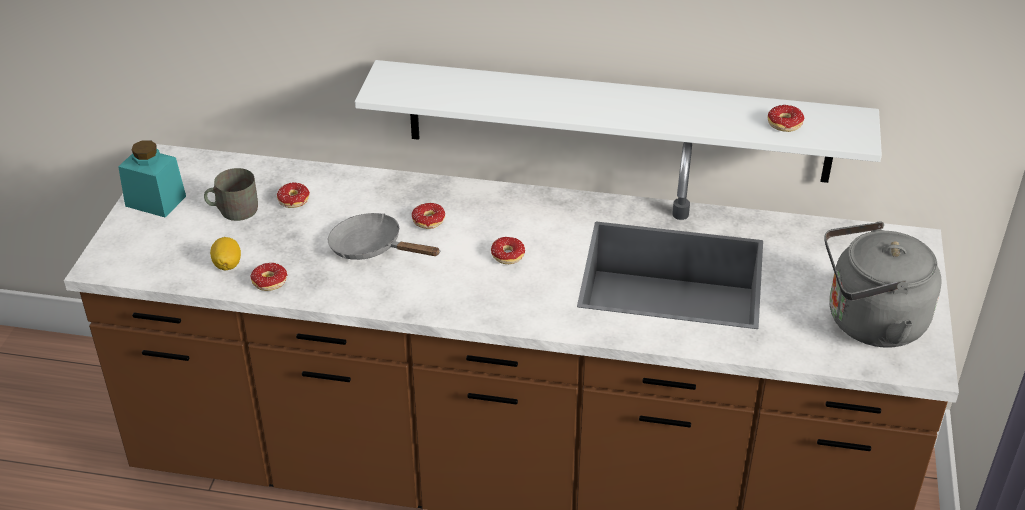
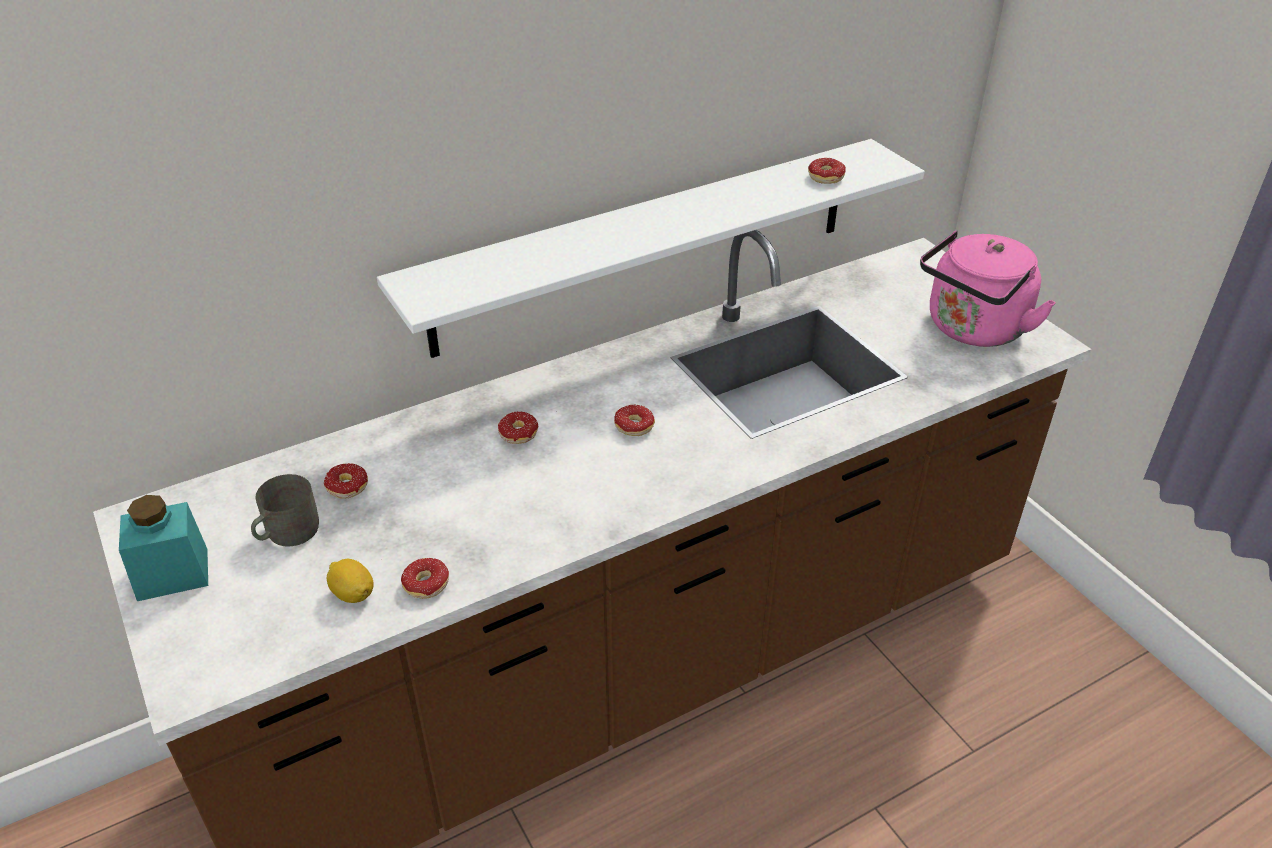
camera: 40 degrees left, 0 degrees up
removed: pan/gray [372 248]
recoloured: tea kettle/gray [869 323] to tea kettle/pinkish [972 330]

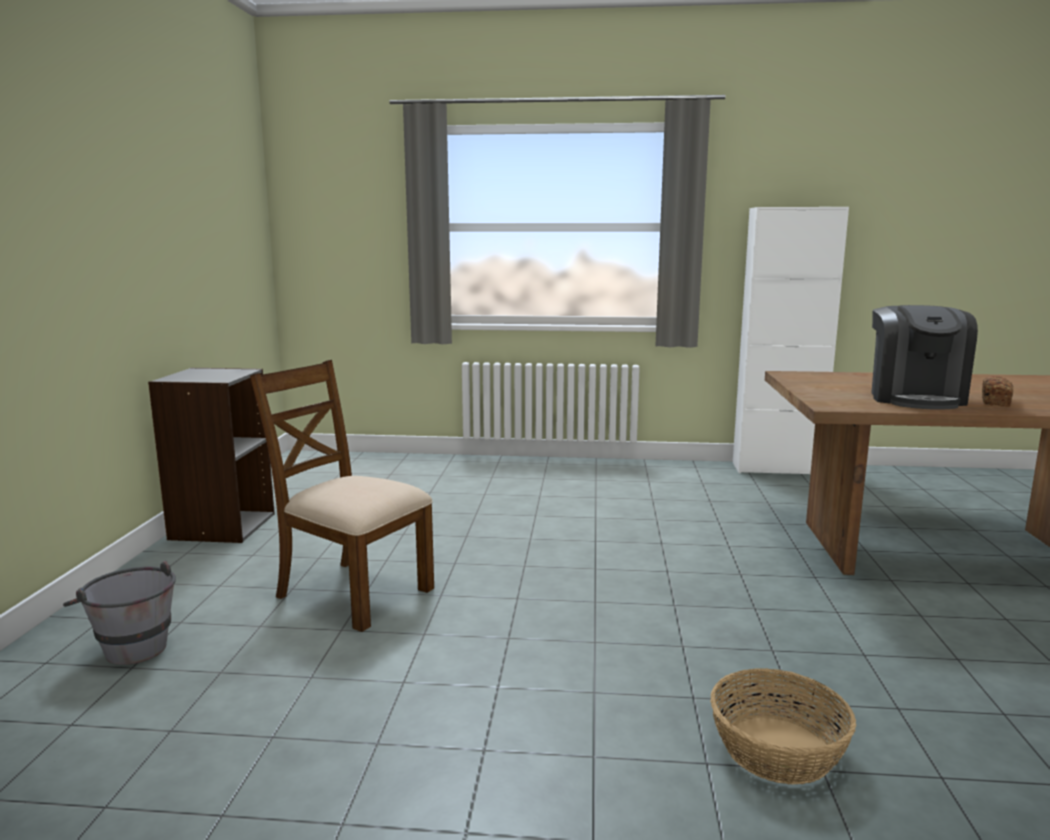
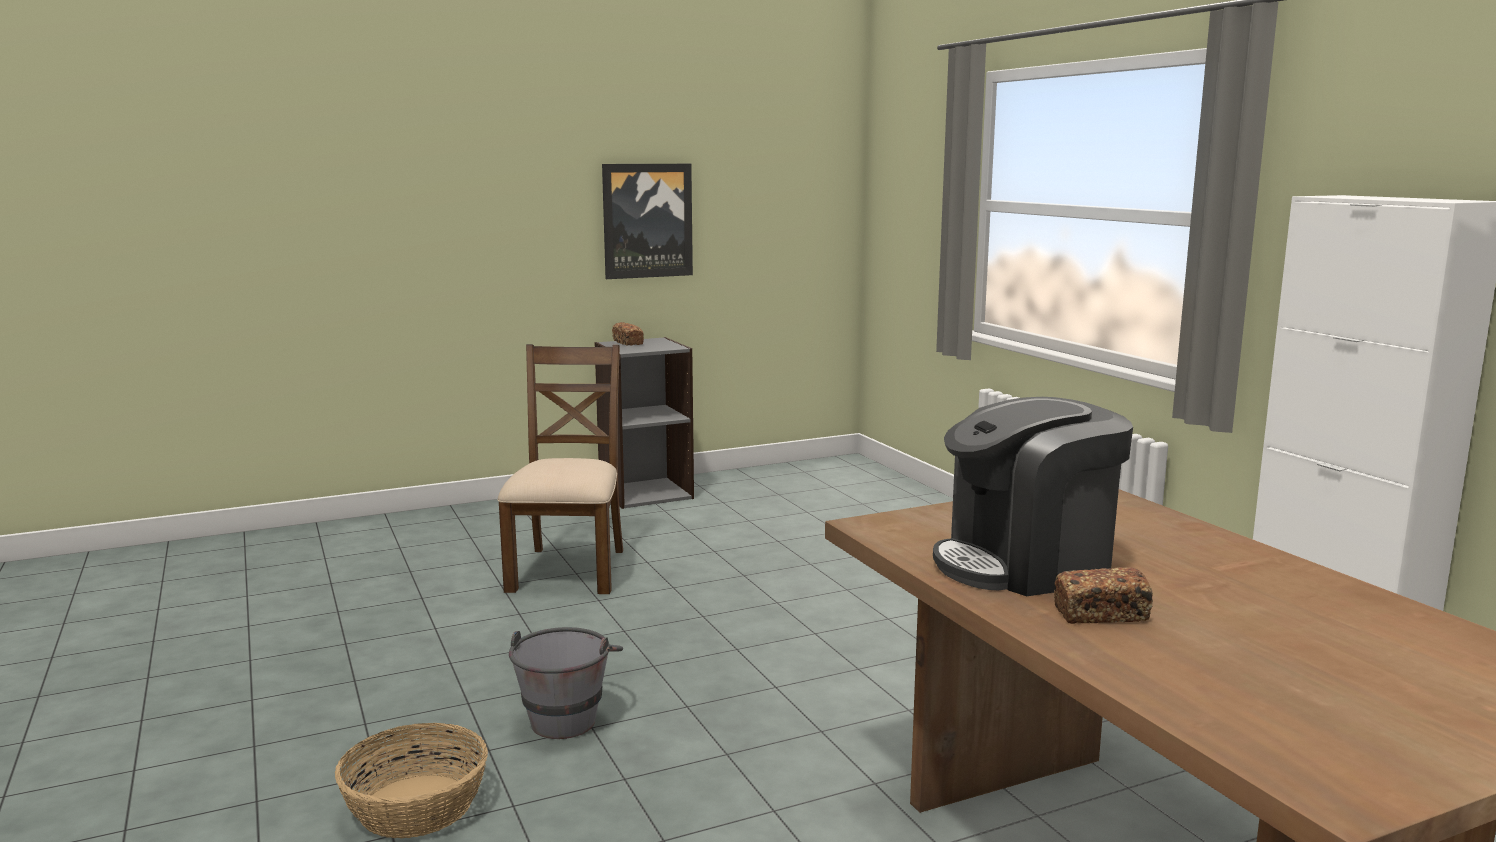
camera: 60 degrees right, 0 degrees up
added: wall art [647 220]; bread [628 343]
moved: pail/gray [130 646] to [567 715]

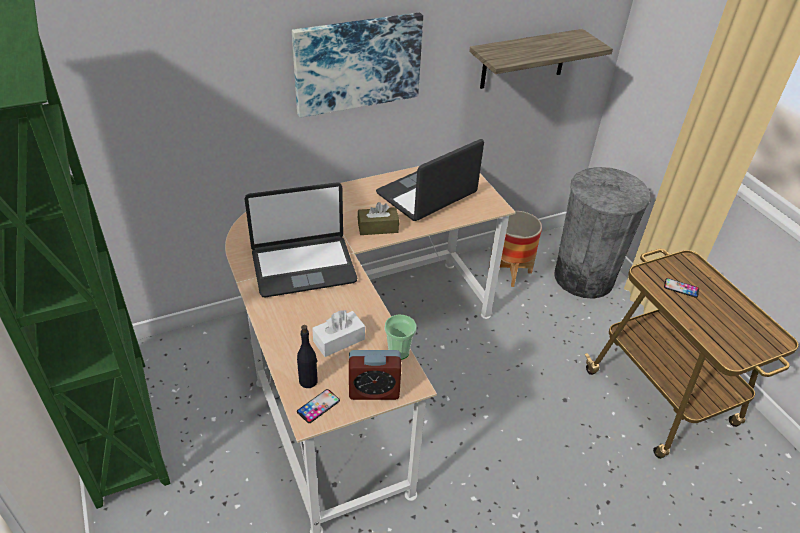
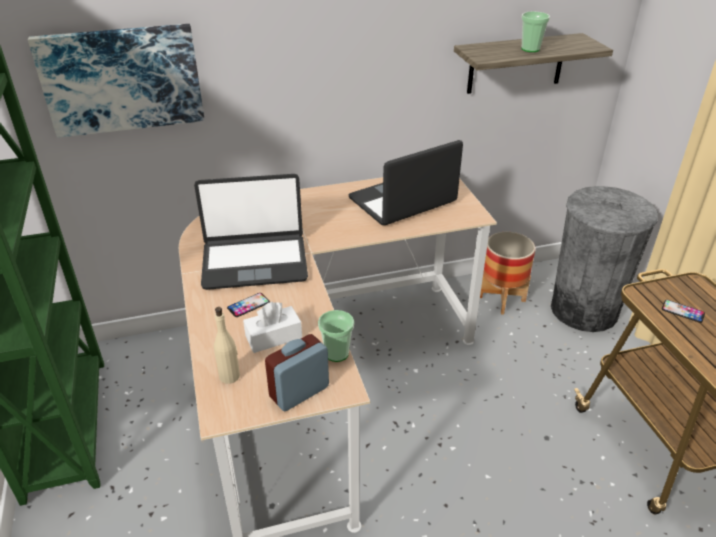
camera: 10 degrees right, 5 degrees down
removed: tissue box/brown [378 227]
added: drinking cup [530 49]
moved: wall art [357 63] to [122 79]; handset [318 406] to [248 305]
recoloured: beverage bottle/black-coloured [308 381] to beverage bottle/beige [230 376]
turned: alarm clock [374 391] = [299 392] 135 degrees clockwise

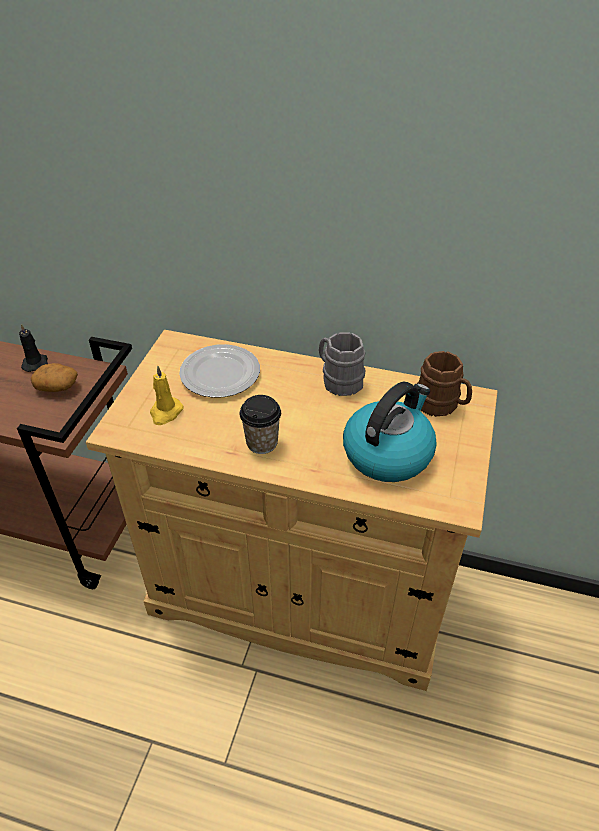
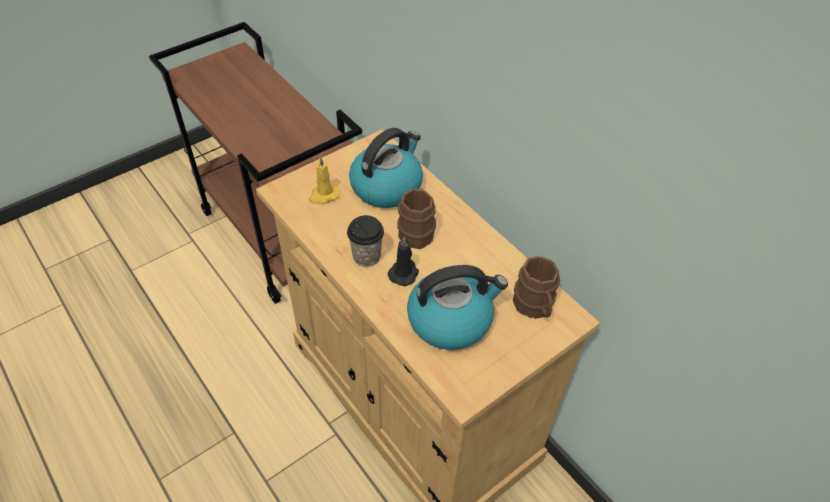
camera: 35 degrees right, 5 degrees up
removed: potato [58 386]; coffee mug/gray [338 380]
added: coffee mug/brown [417 230]
moved: wax candle/black-coloured [35 363] to [404 273]
replaced: flat dish [219 374] to tea kettle [387 186]

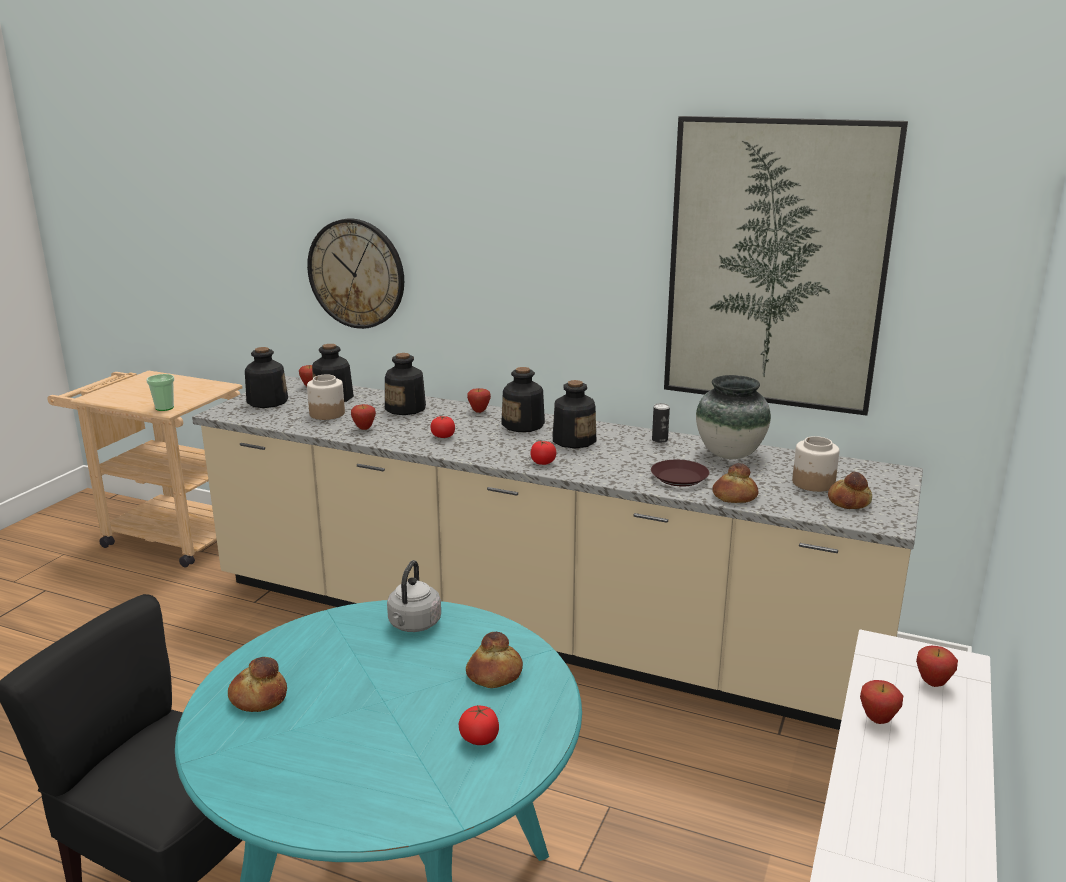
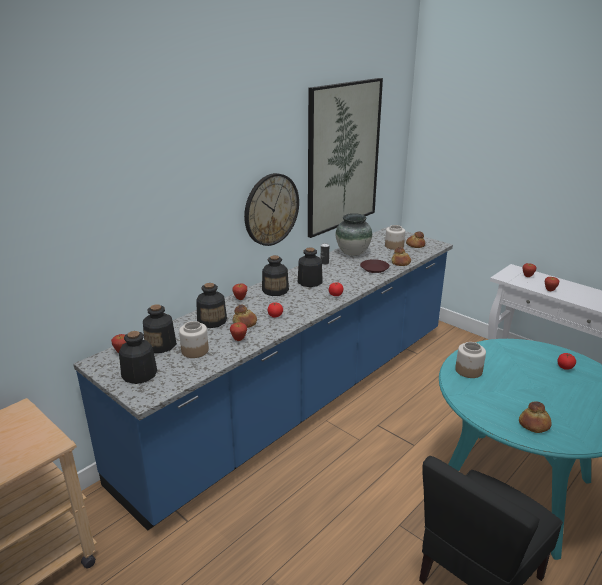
camera: 70 degrees left, 5 degrees up
removed: drinking cup [164 408]
moved: bread [495 674] to [245 323]; wall clock [356 273] to [271 209]
replaced: tea kettle/gray [413 625] to jar [469 370]
recoloured: kitchen base unit/beige [533 628] to kitchen base unit/blue [301 398]

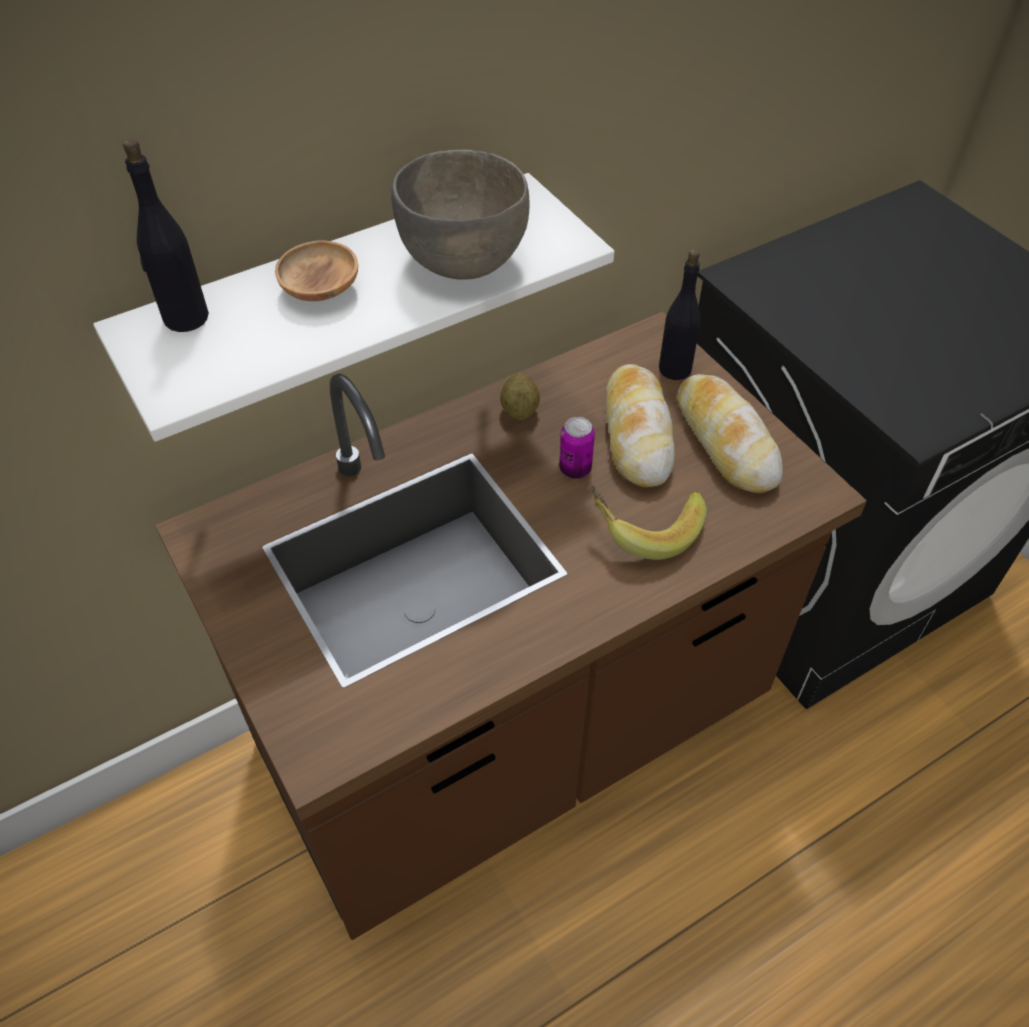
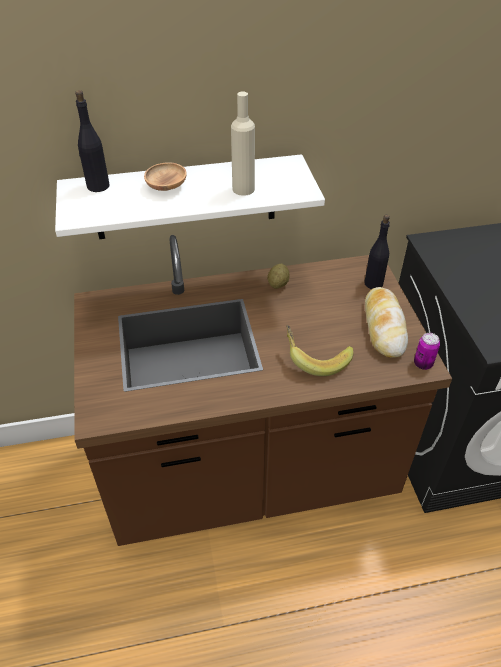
camera: 20 degrees right, 5 degrees down
removed: bread [637 433]
moved: metal can [575 469] to [423 364]
replaced: bowl/gray [464 263] to beverage bottle/beige [243 189]

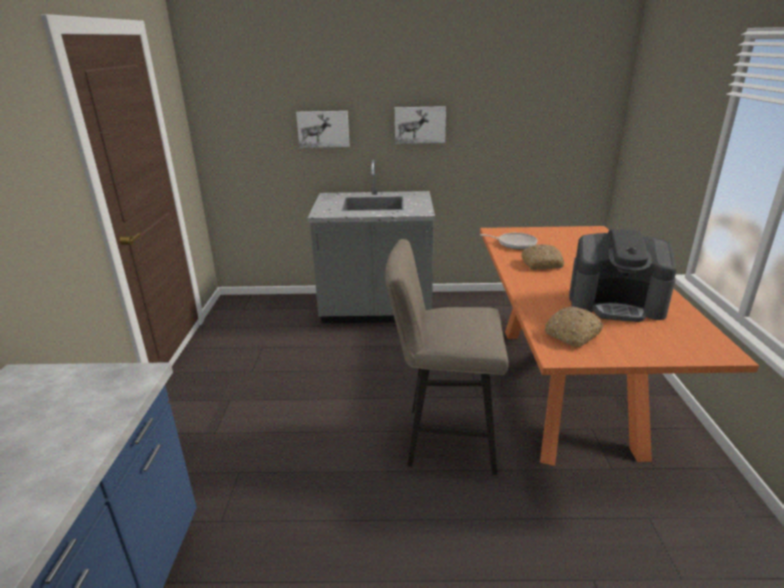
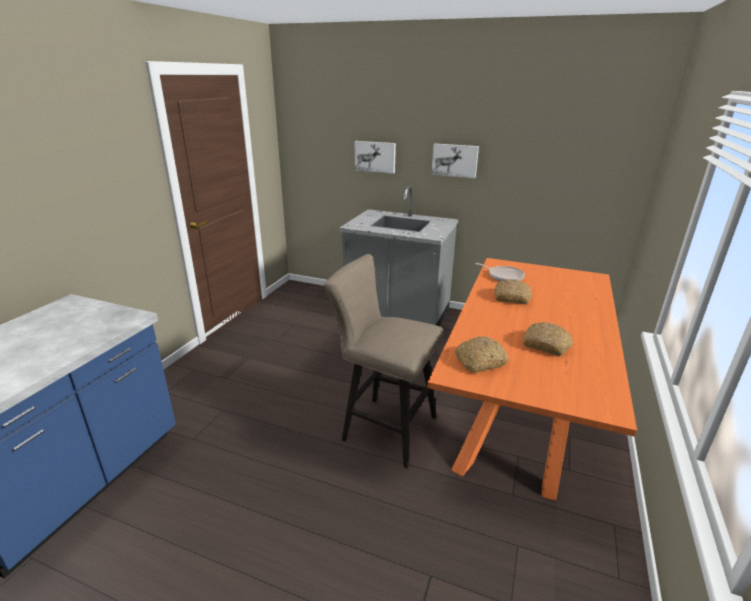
camera: 20 degrees right, 0 degrees up
replaced: coffee machine [616 304] to bread [547 345]

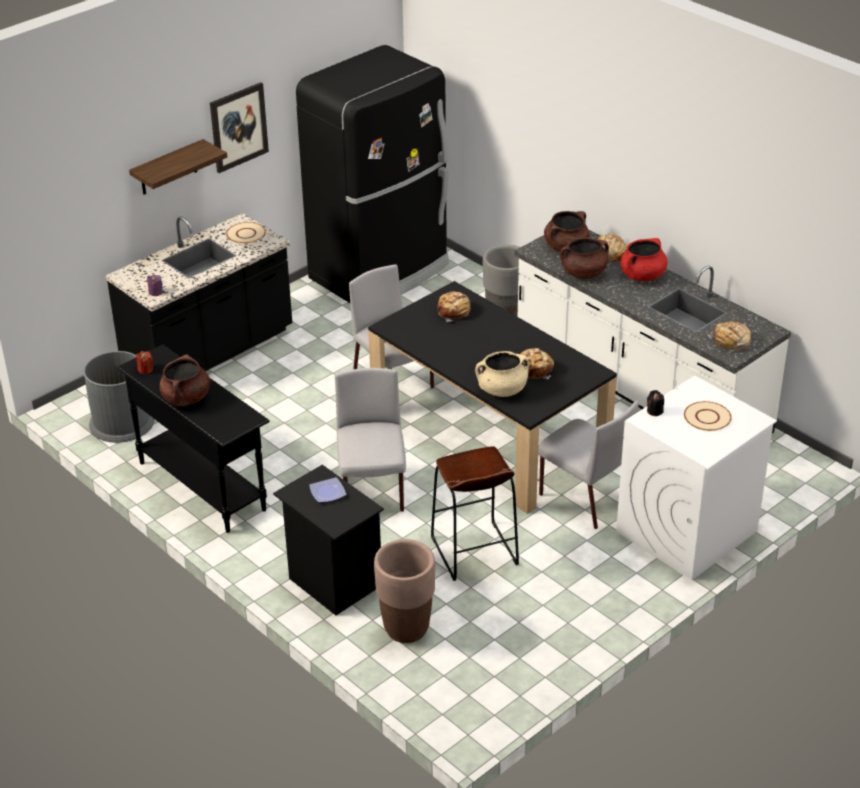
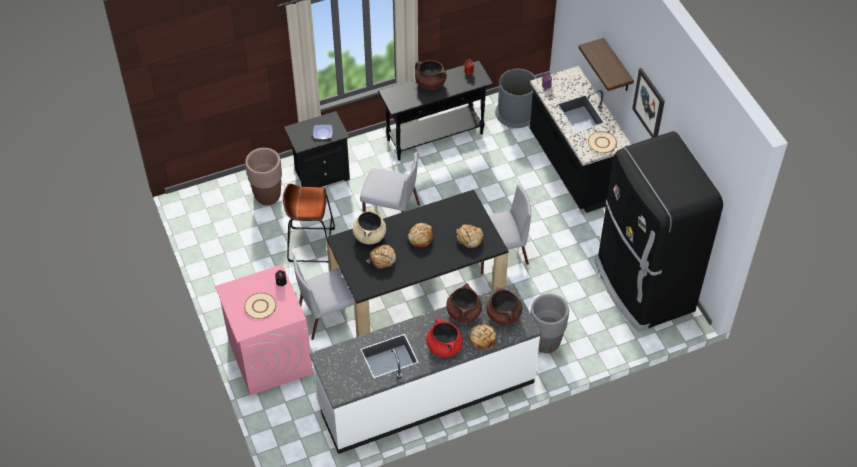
camera: 110 degrees right, 15 degrees up
moved: bread [731 342] to [420 237]
recoloured: laundry appliance/white [686 532] to laundry appliance/pinkish [270 356]

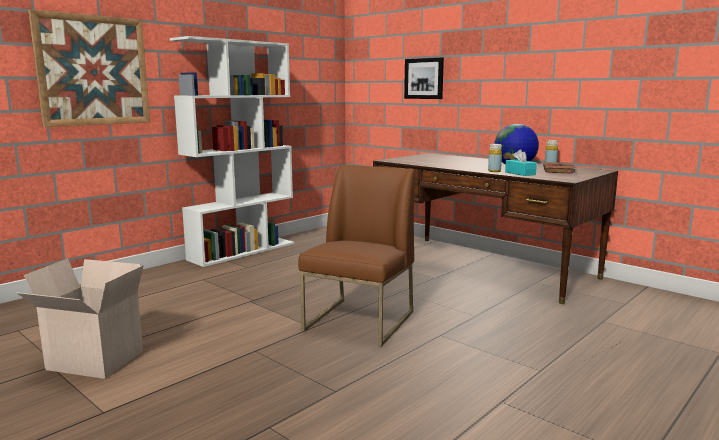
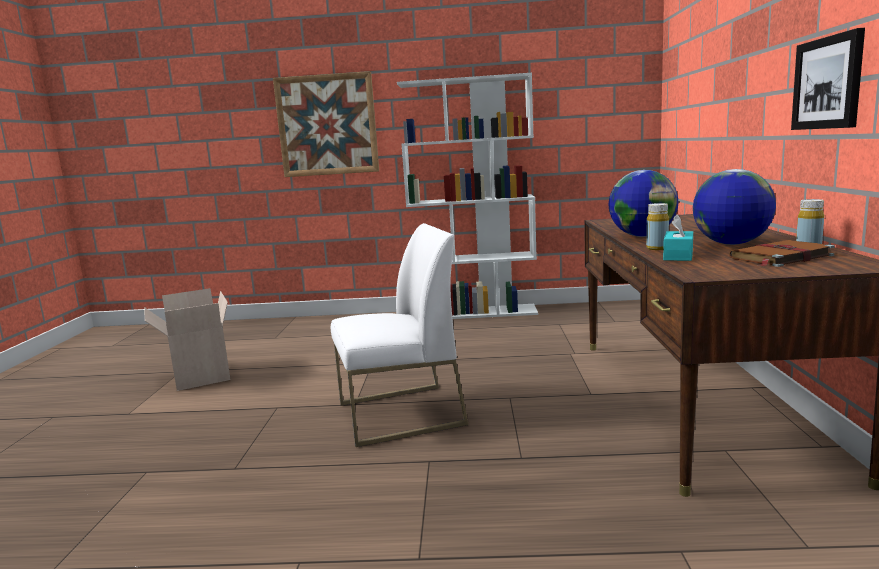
camera: 50 degrees right, 0 degrees up
added: desk globe [642 236]
moved: wall art [424 78] to [828 83]
recoloured: plain chair/brown [360 321] to plain chair/white [400 414]

